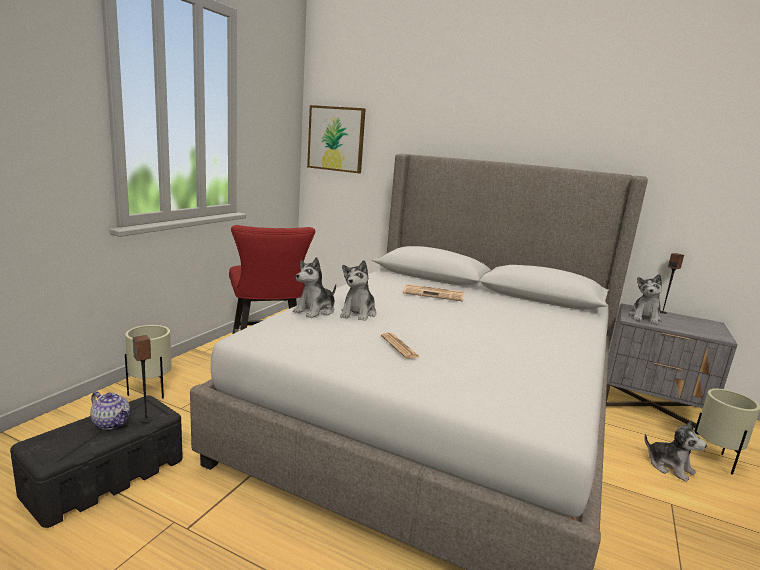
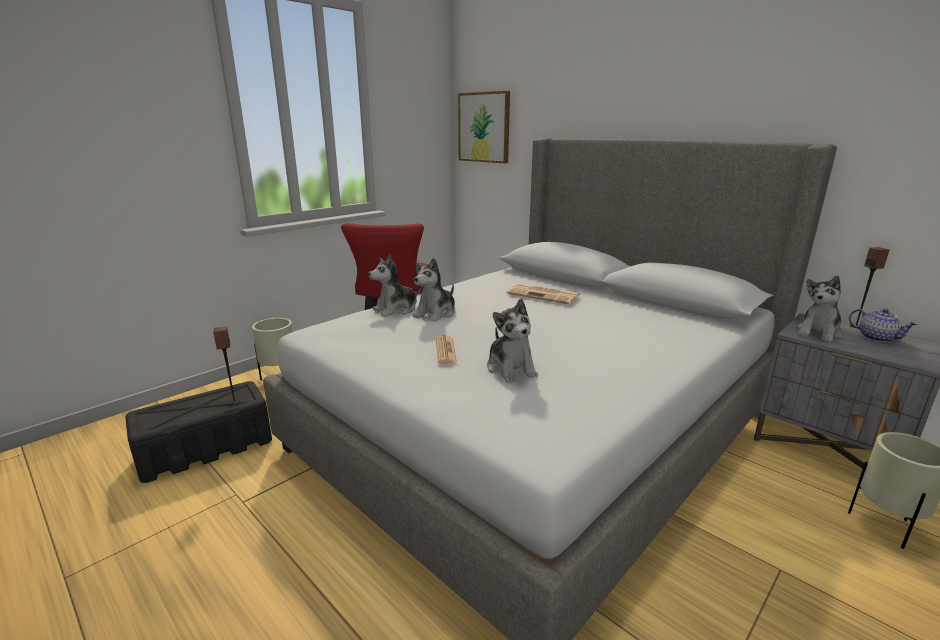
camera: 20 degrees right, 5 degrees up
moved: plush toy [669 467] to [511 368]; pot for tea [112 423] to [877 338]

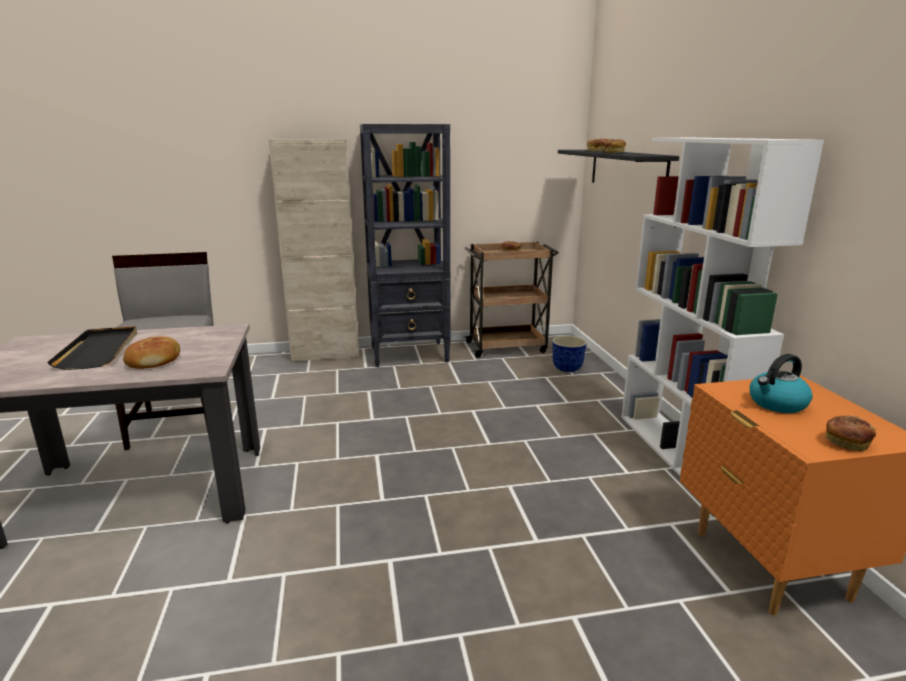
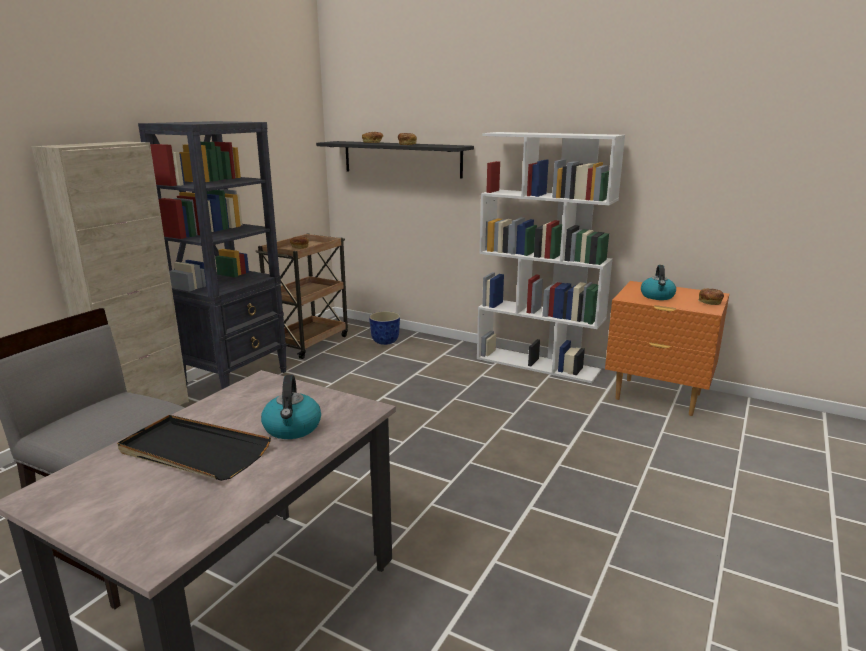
camera: 50 degrees left, 0 degrees up
replaced: bread [154 361] to tea kettle [292 428]

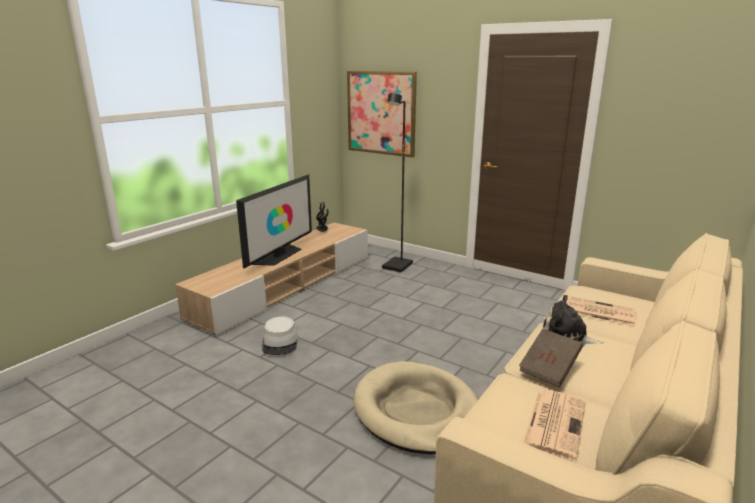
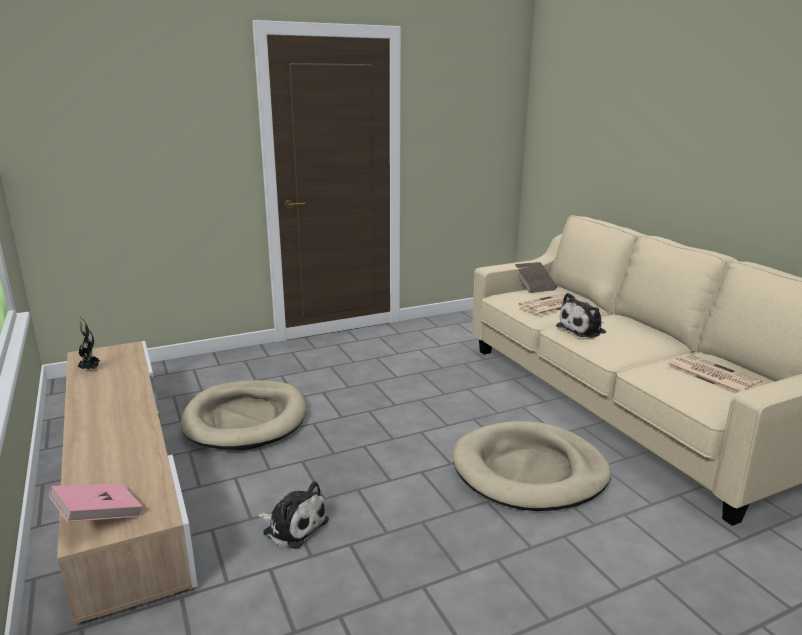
camera: 60 degrees left, 0 degrees up
removed: television [279 255]; wall art [381 113]; standard lamp/black-coloured [398 266]
added: volume/pinkish [99 517]; pet bed/beige [246 419]
moved: volume/brown [549 369] to [534 286]
replaced: clothing hat/gray [280 343] to plush toy [293 526]

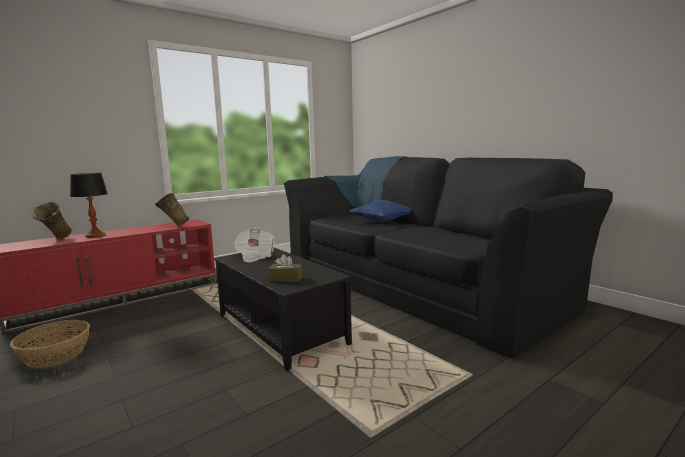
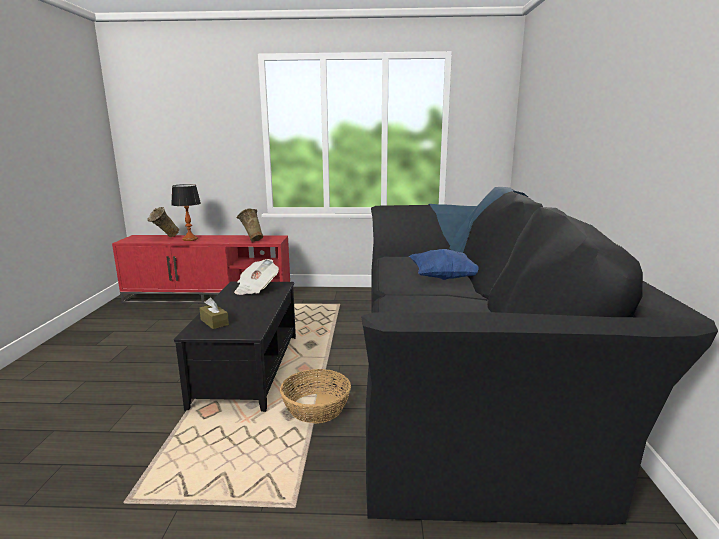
camera: 40 degrees right, 5 degrees up
moved: basket [55 354] to [316 408]

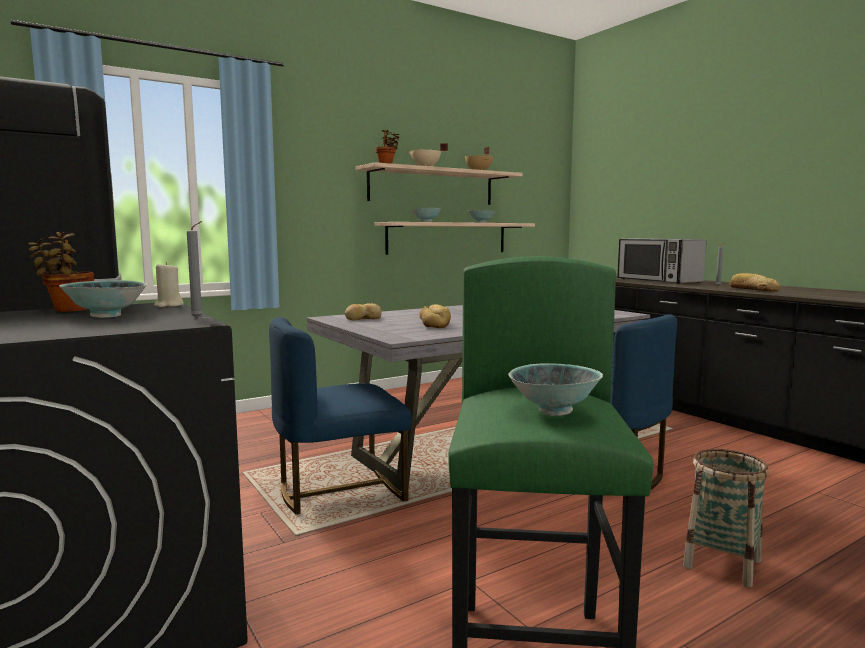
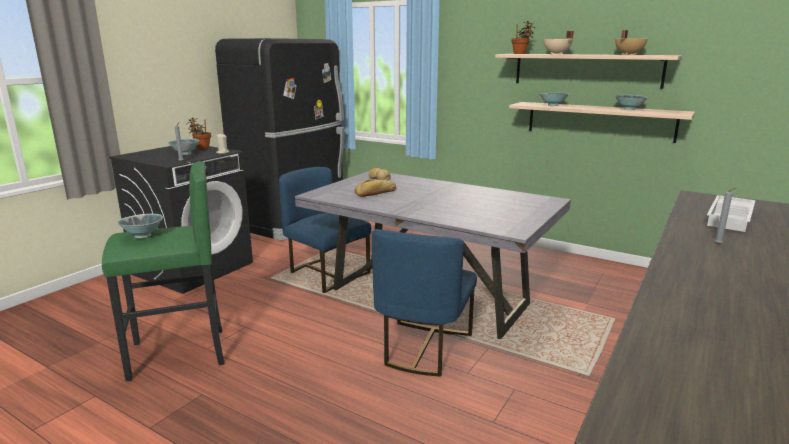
camera: 65 degrees right, 10 degrees up
removed: basket [722 563]; bread [752 289]
replaced: kitchen microwave [658 280] to serving tray/white [731 218]

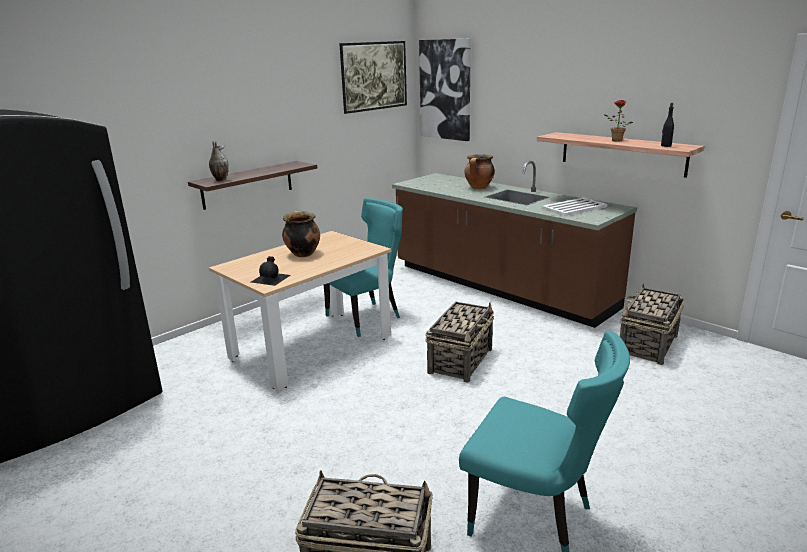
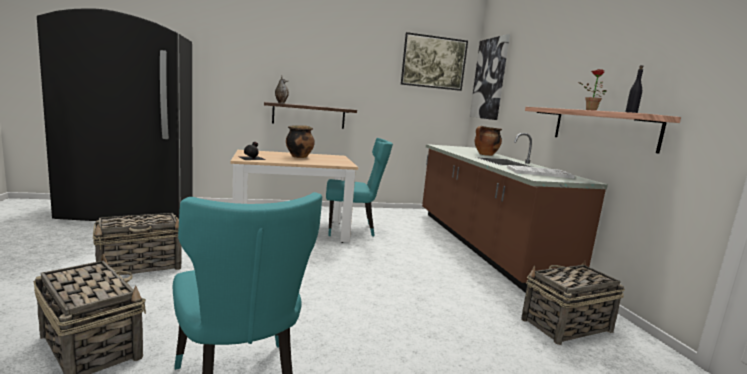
camera: 30 degrees right, 10 degrees down
moved: basket [461 360] to [141 266]

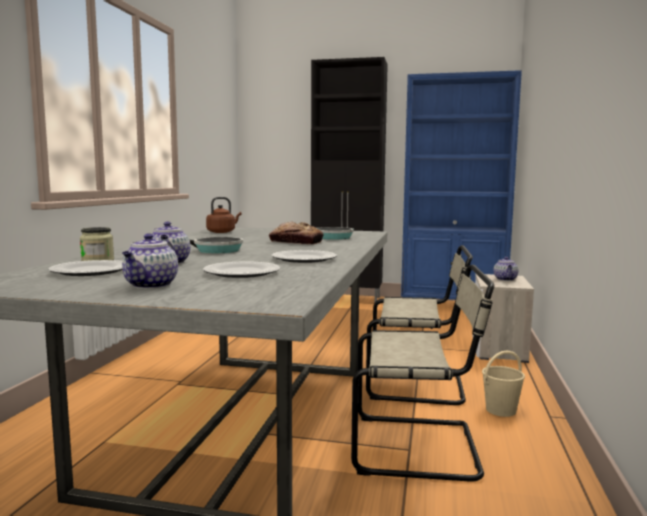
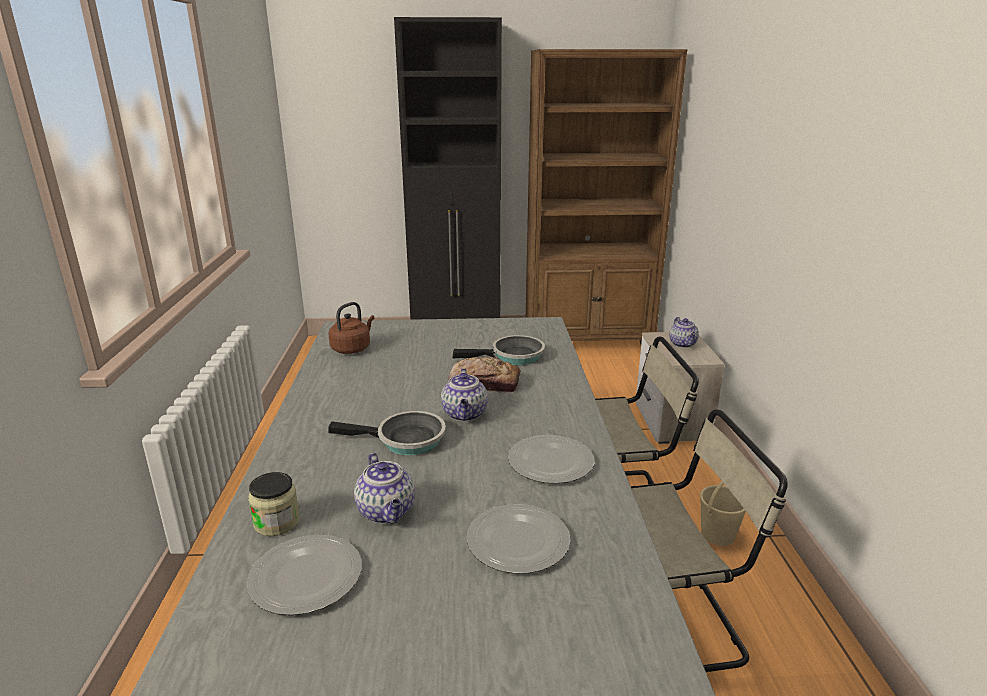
camera: 15 degrees left, 15 degrees up
moved: pot for tea [151 285] to [465 414]
recoloured: shelving unit/blue [452 306] to shelving unit/brown [588 343]

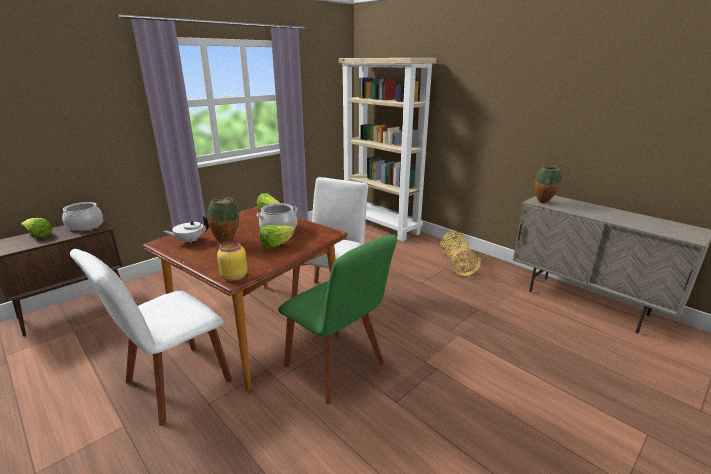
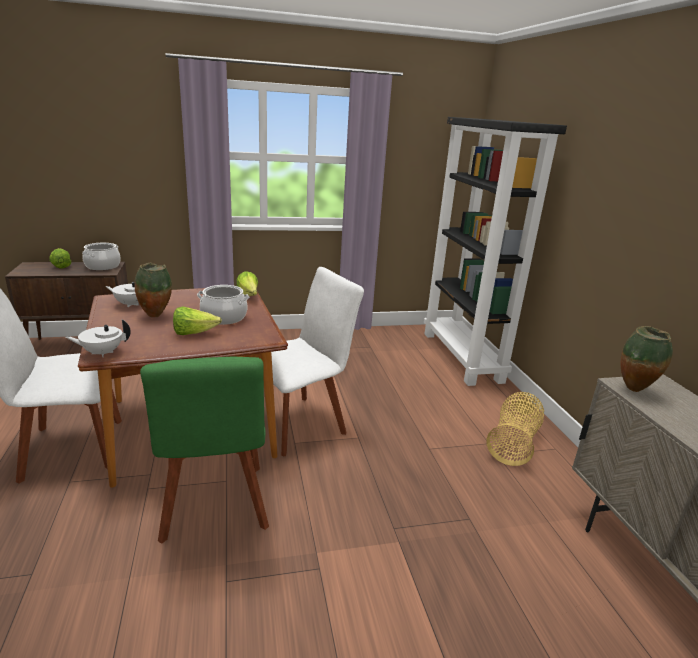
camera: 30 degrees right, 0 degrees up
replaced: jar/yellow-coloured [233 277] to pot for tea/white [102 353]
recoloured: shelving unit/beige [381 226] to shelving unit/black-coloured [462 357]

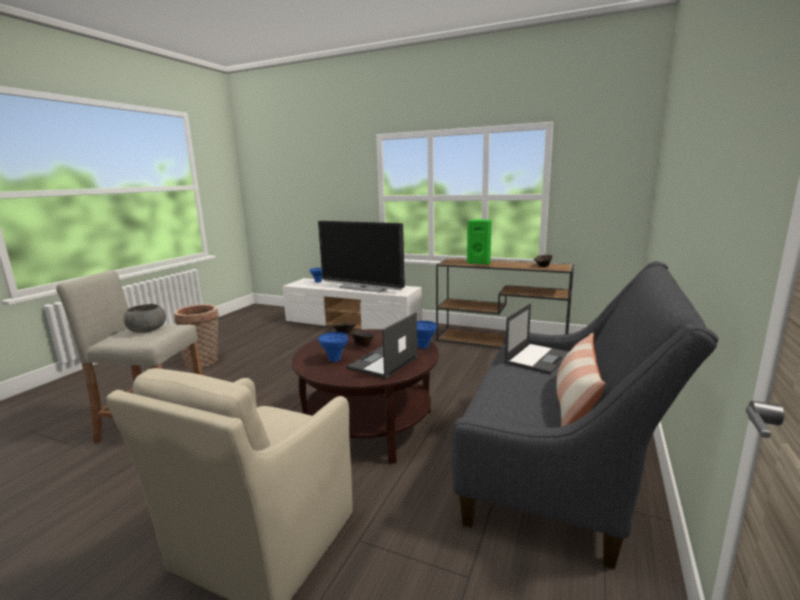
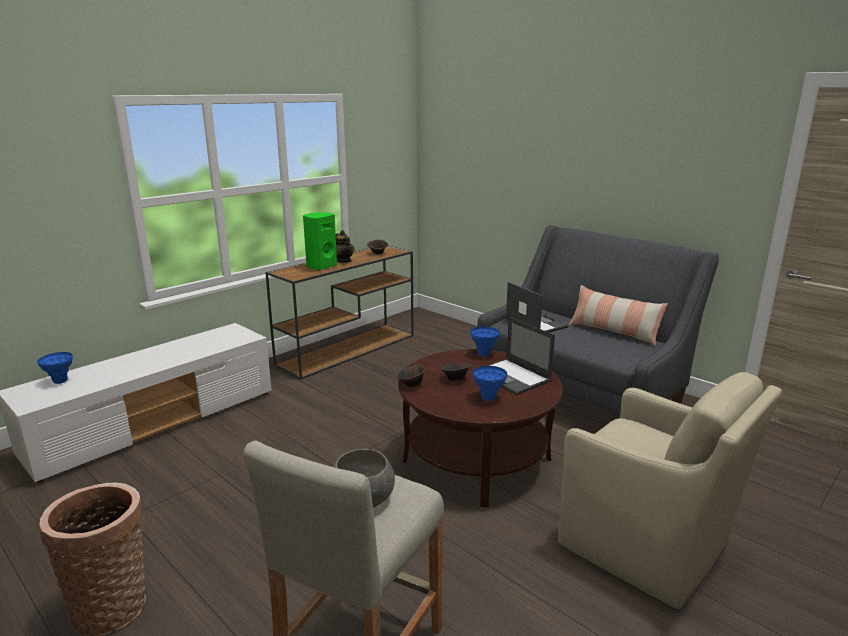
camera: 70 degrees left, 5 degrees up
removed: television [363 288]
added: pot for tea [343 261]

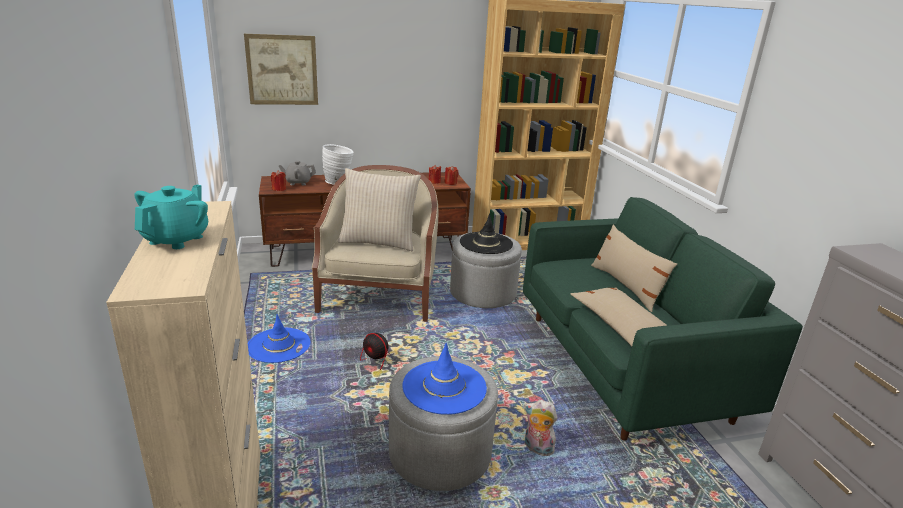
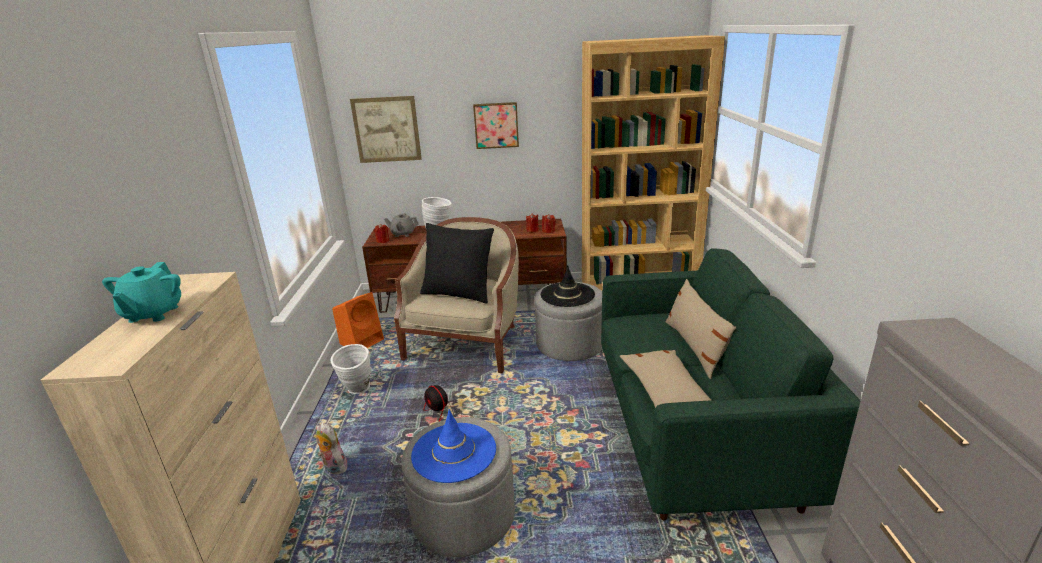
camera: 15 degrees right, 0 degrees up
added: loudspeaker/orangey [362 341]; wall art [496 125]
moved: plush toy [537 449] to [333 467]
replaced: clothing hat/blue [279 345] to decorative vase/white [357 391]
recoloured: cushion/beige [378 242] to cushion/black-coloured [459 293]
turned: pot for tea/blue-green [177 239] = [153 314] 150 degrees clockwise

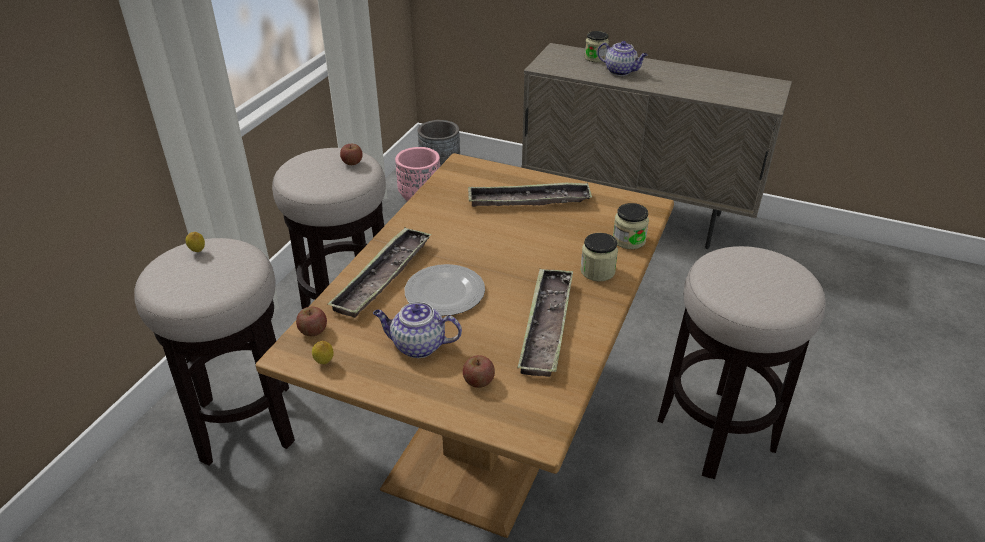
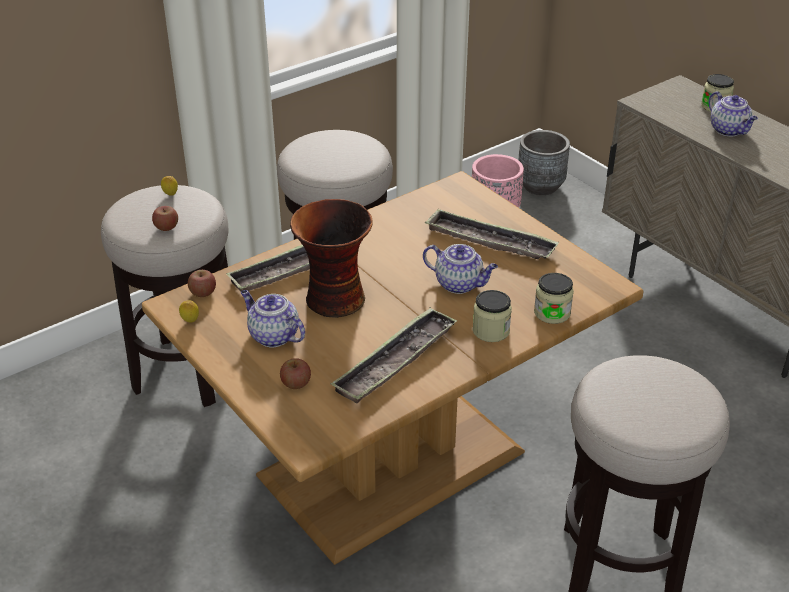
camera: 30 degrees right, 0 degrees up
added: pot for tea [460 284]
moved: apple fruit [352 162] to [166 227]
replaced: flat dish [445 293] to decorative vase [334 301]

